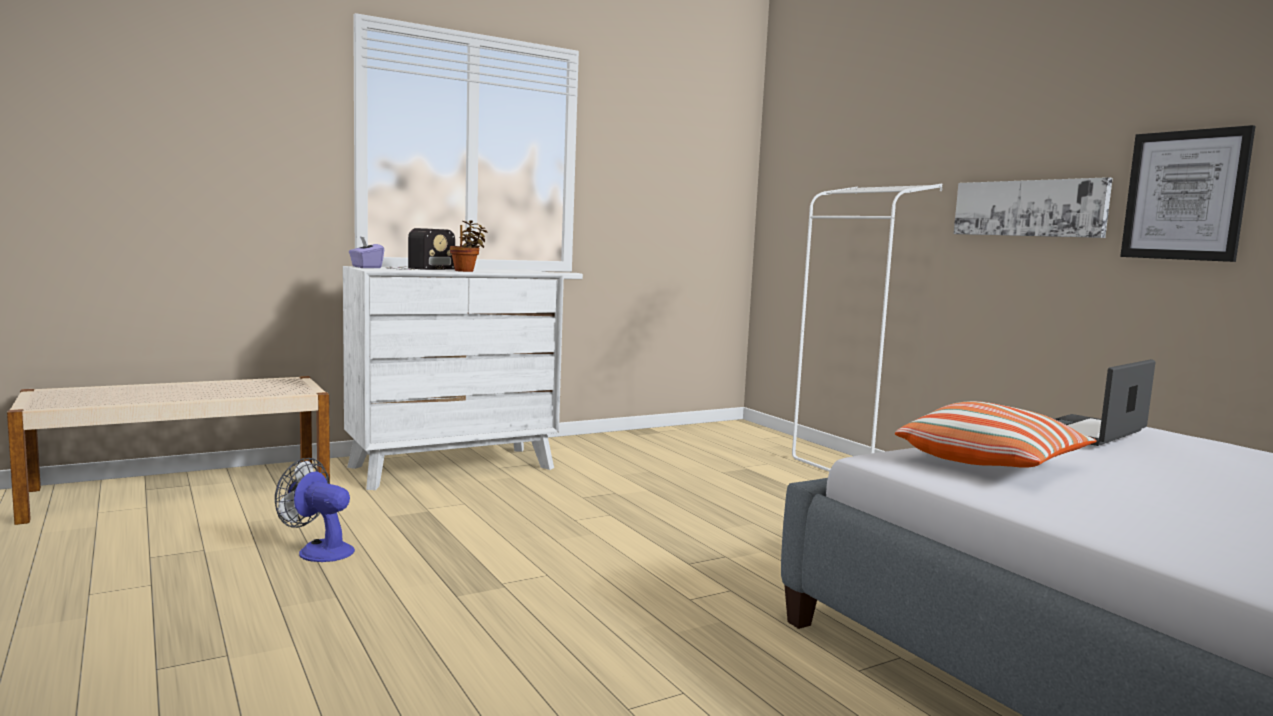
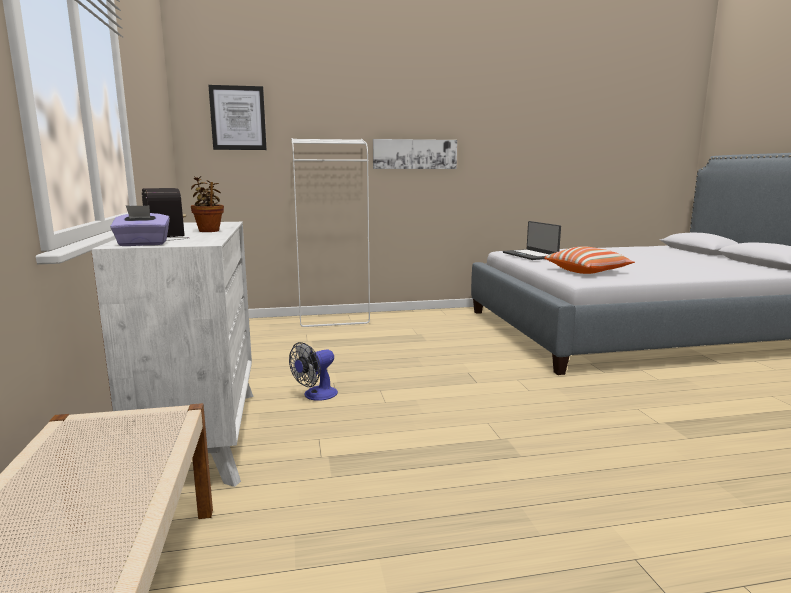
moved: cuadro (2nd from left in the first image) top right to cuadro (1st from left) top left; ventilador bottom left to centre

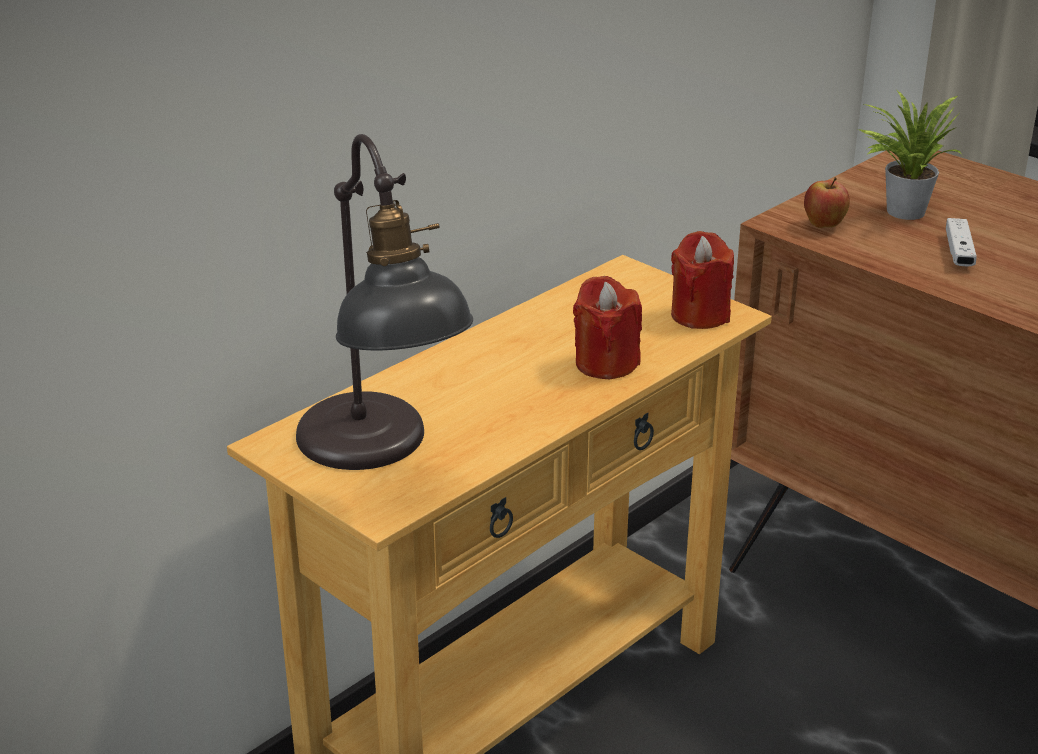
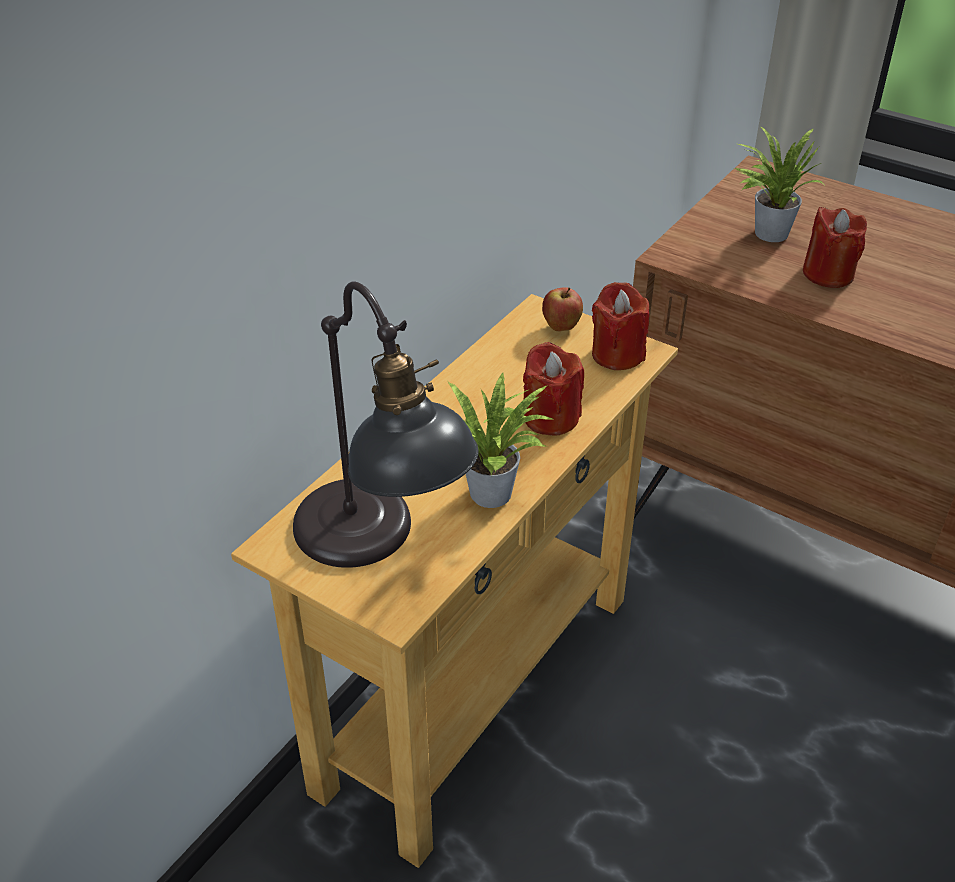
added: planta en maceta (1st from left) centre
moved: manzana top right to centre
replaced: mando de consola/blanco top right to vela/rojo (3rd from left) top right

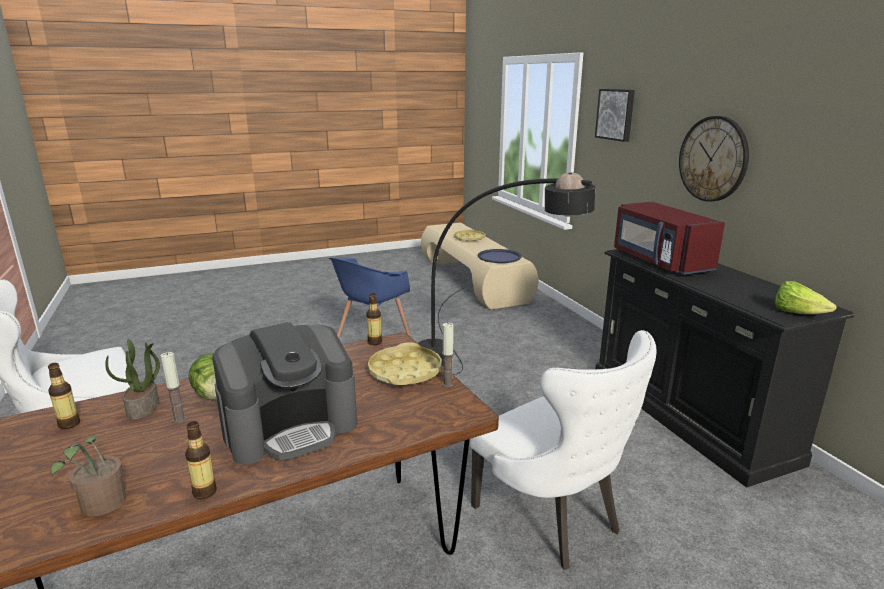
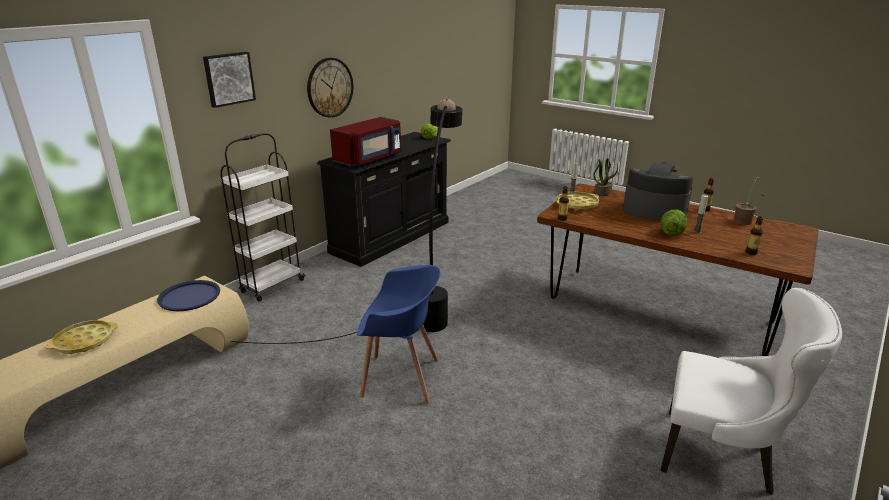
removed: silla/blanco (2nd from left) bottom centre
added: carrito/blanco middle left
moved: planta en maceta (2nd from left in the first image) middle left to planta en maceta (1st from left) middle right

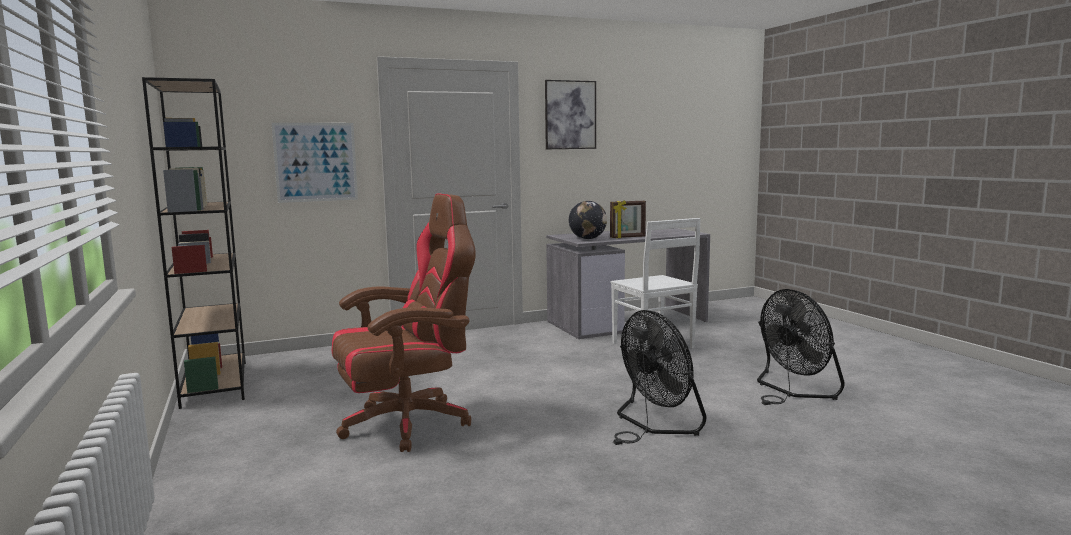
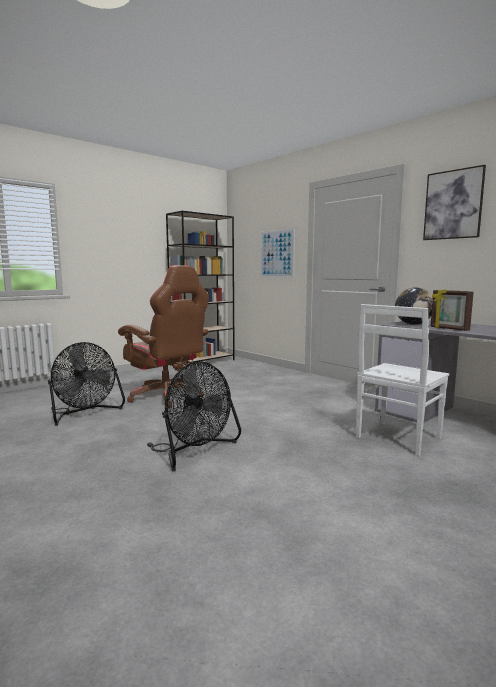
moved: ventilador/negro (2nd from left in the first image) middle right to ventilador/negro (1st from left) middle left

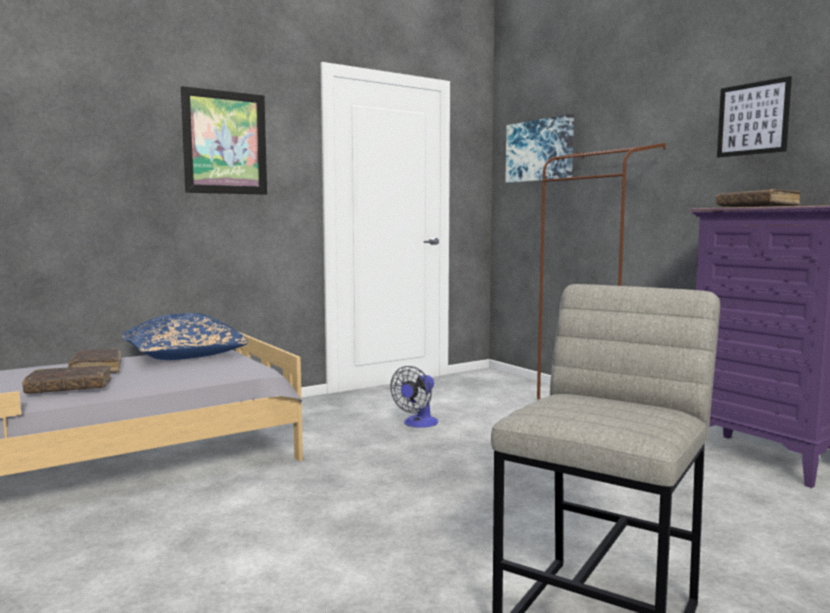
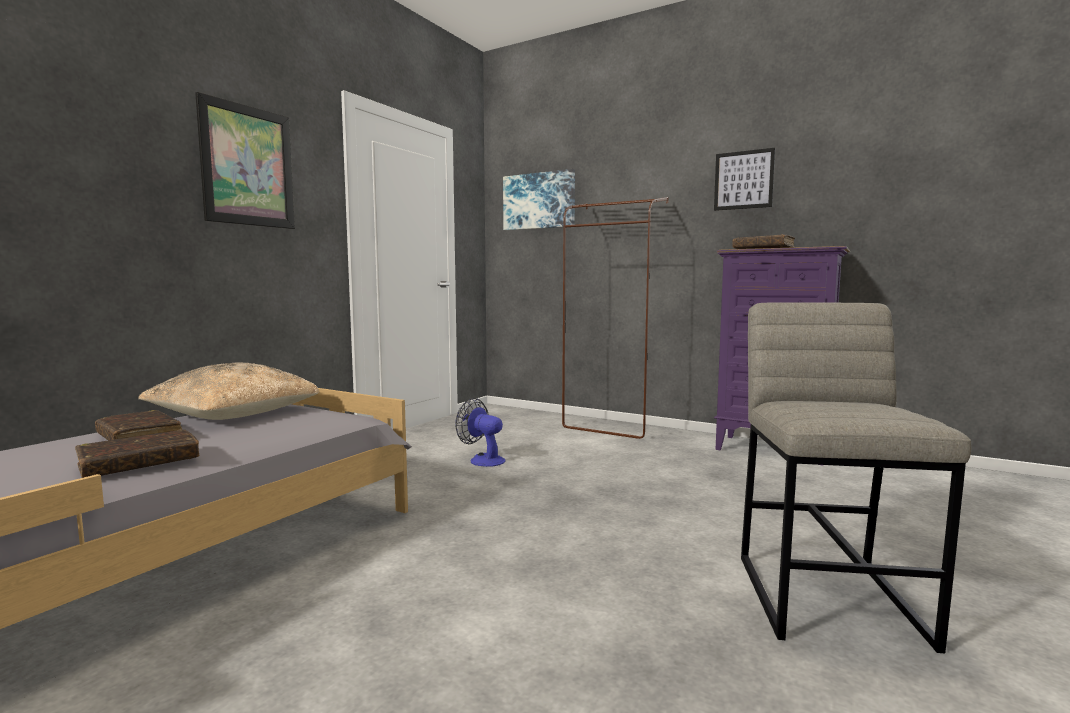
recoloured: cojín/azul middle left to cojín/beis middle left
turned: ventilador centre = centre 120 degrees clockwise

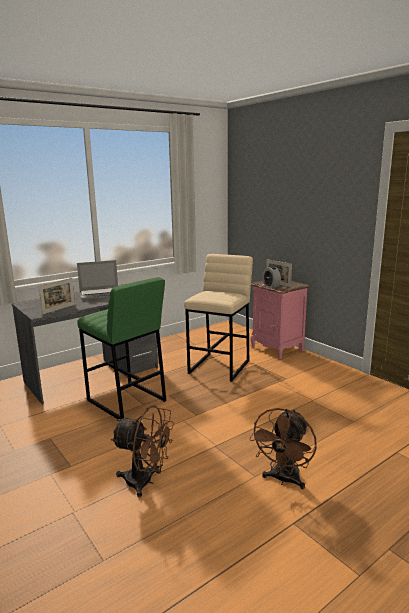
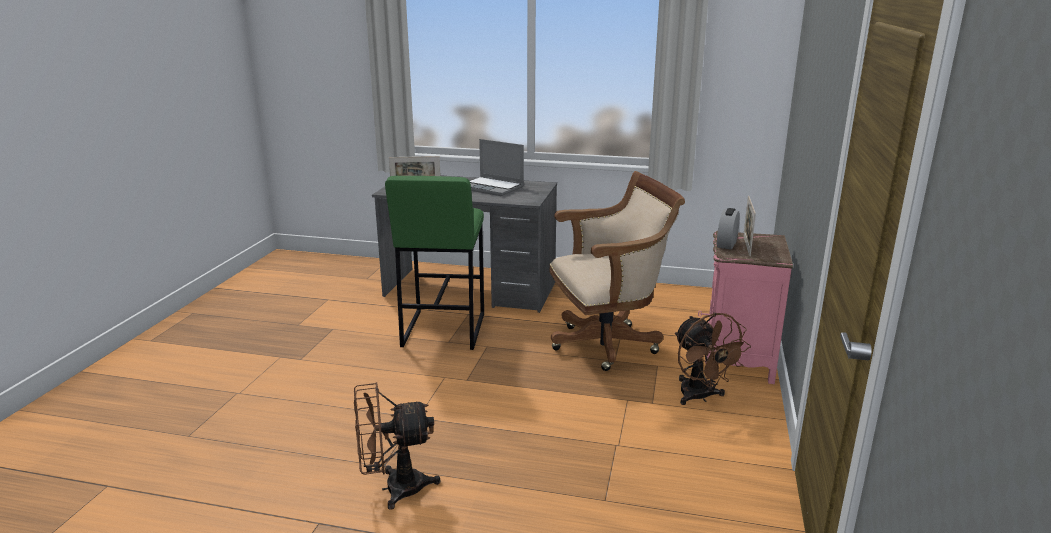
moved: ventilador/marrón (1st from left in the first image) bottom centre to ventilador/marrón (2nd from left) bottom right
replaced: taburete/beis centre to silla de oficina centre

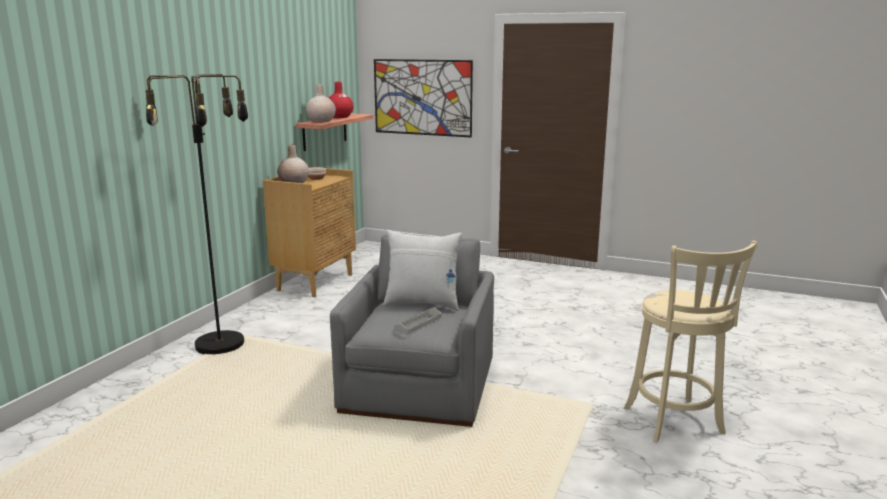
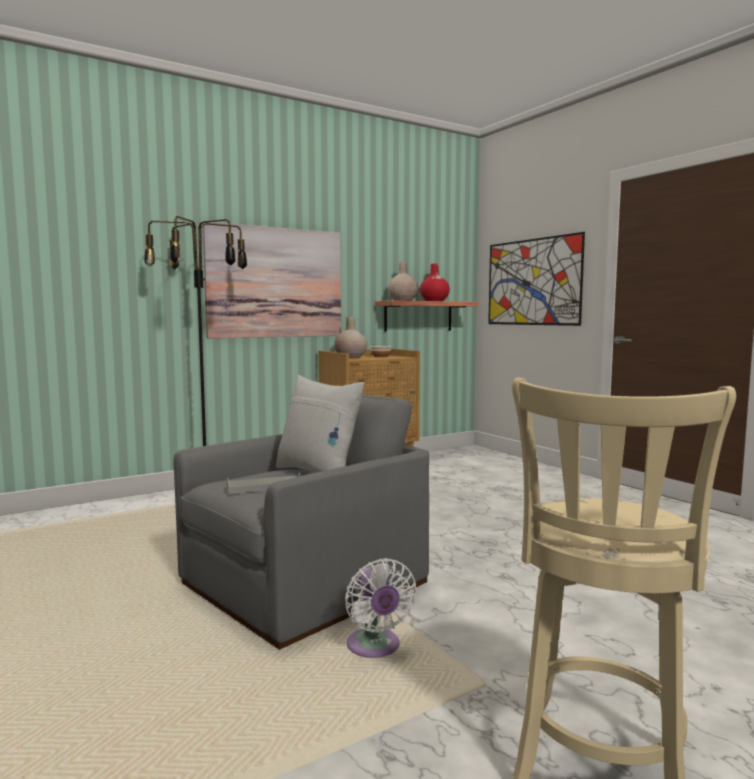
added: cuadro (1st from left) centre; ventilador/blanco bottom centre

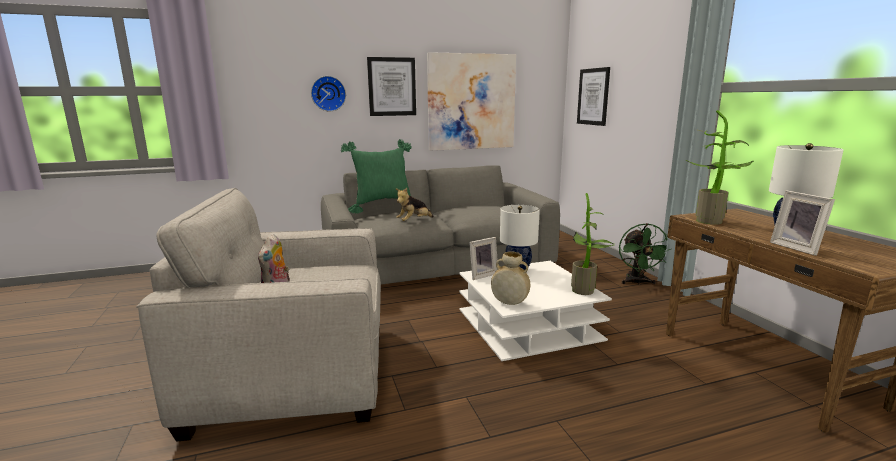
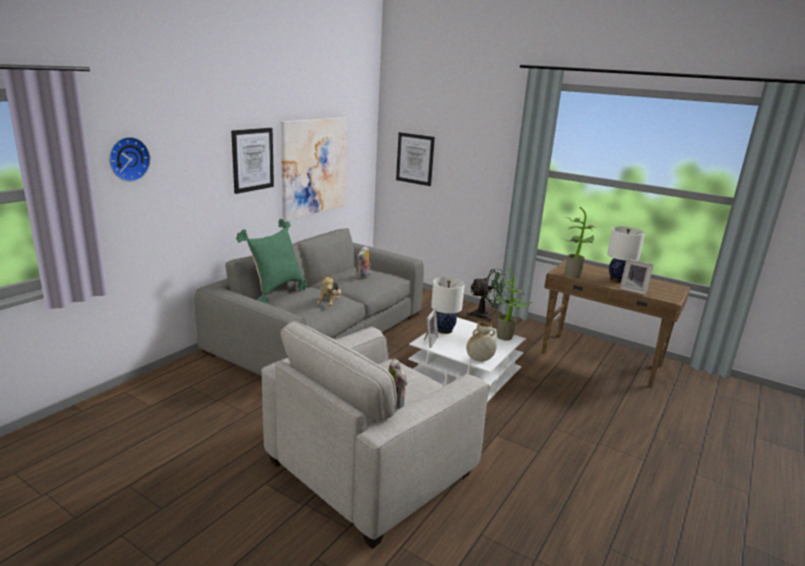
added: peluche (2nd from left) centre
moved: reloj de pared top centre to top left
turned: ventilador/verde middle right = centre 60 degrees counterclockwise

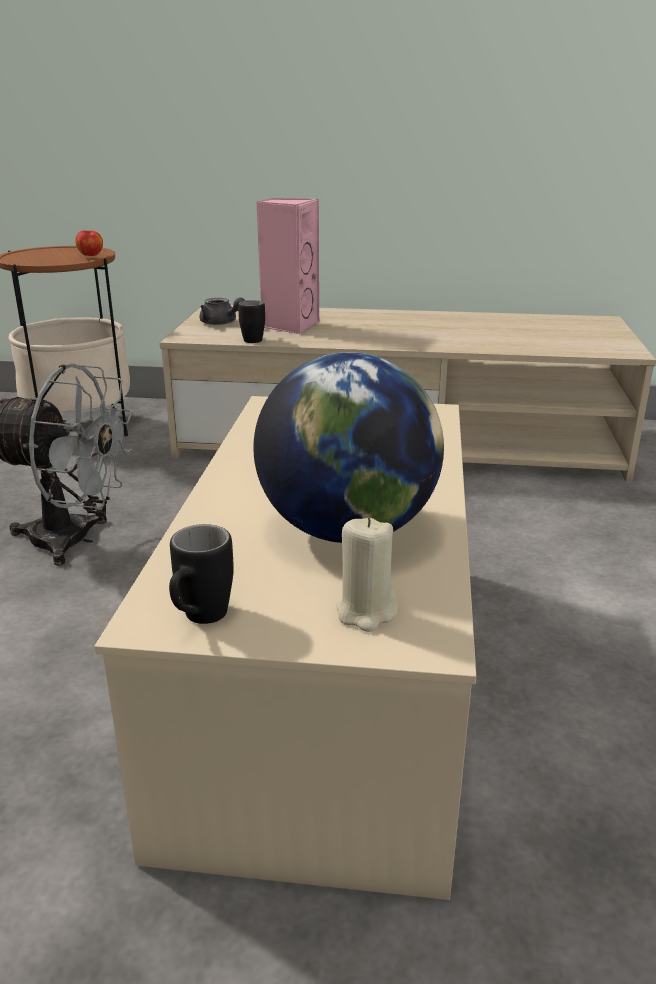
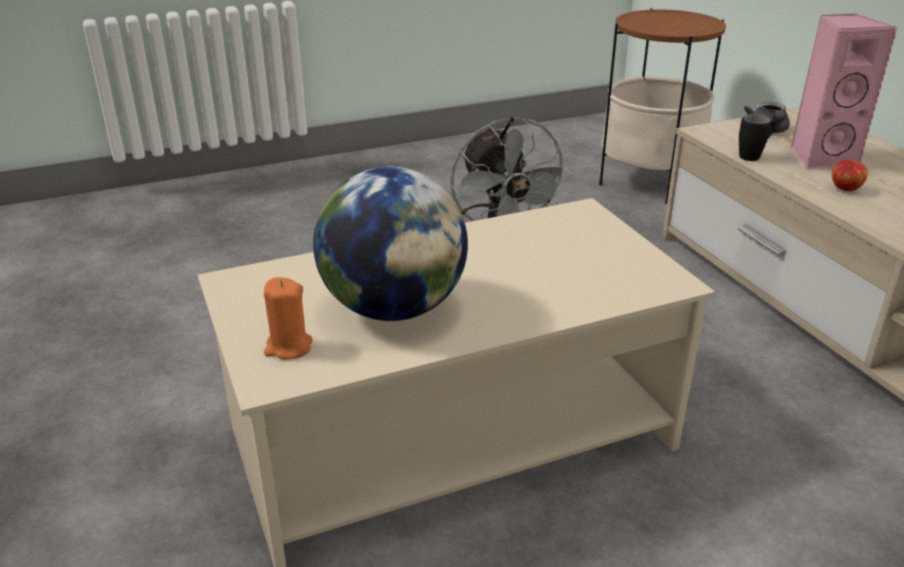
removed: taza grande/negro (1st from left) middle left
moved: manzana top left to top right
recoloured: vela/beis centre to vela/naranja middle left

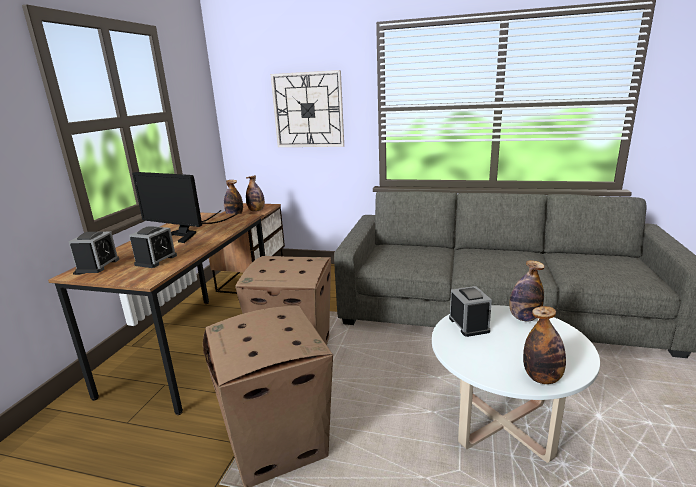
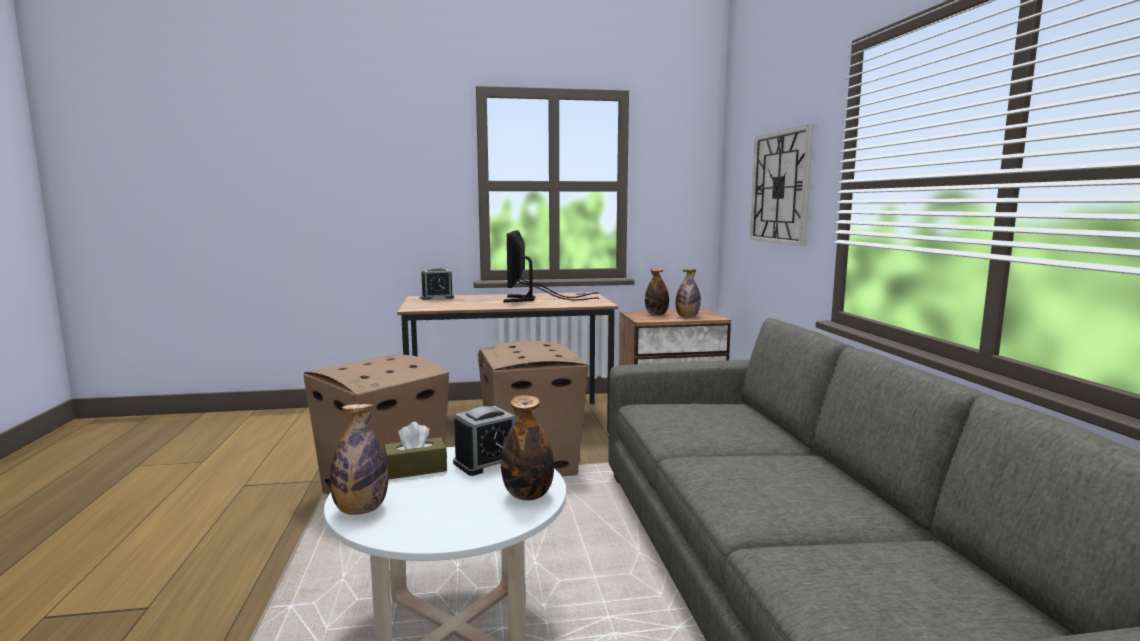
removed: despertador (2nd from left) middle left
added: caja de pañuelos/marrón bottom centre

